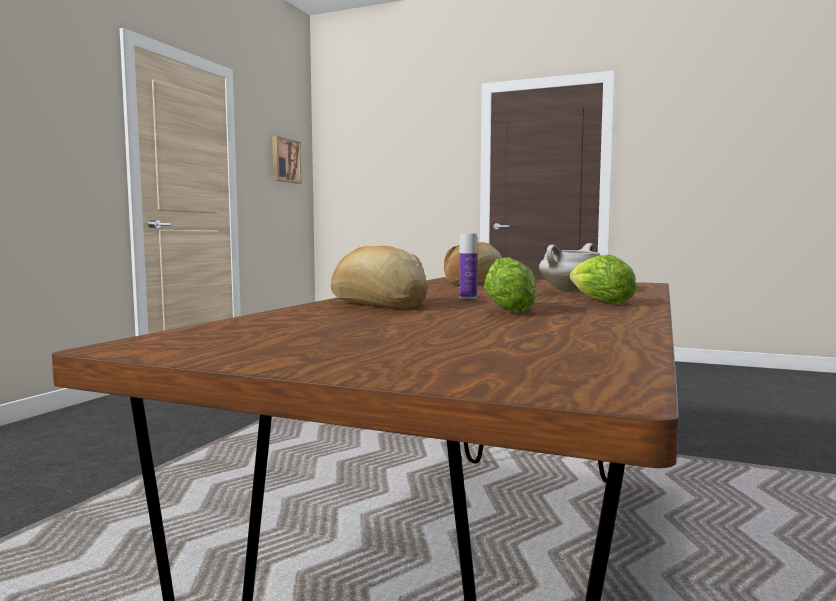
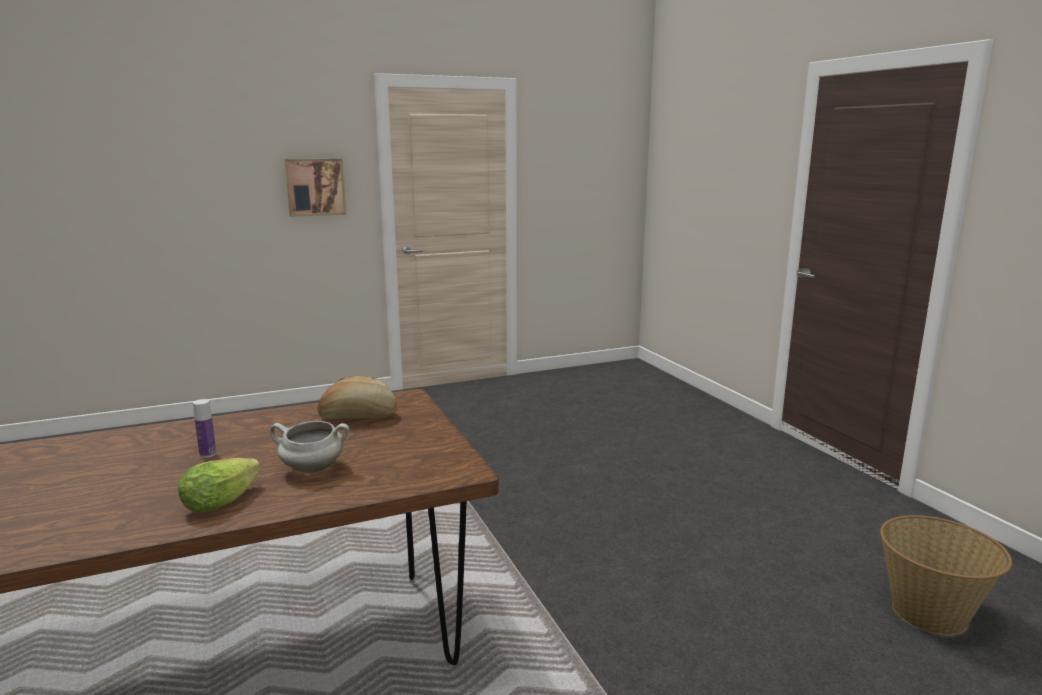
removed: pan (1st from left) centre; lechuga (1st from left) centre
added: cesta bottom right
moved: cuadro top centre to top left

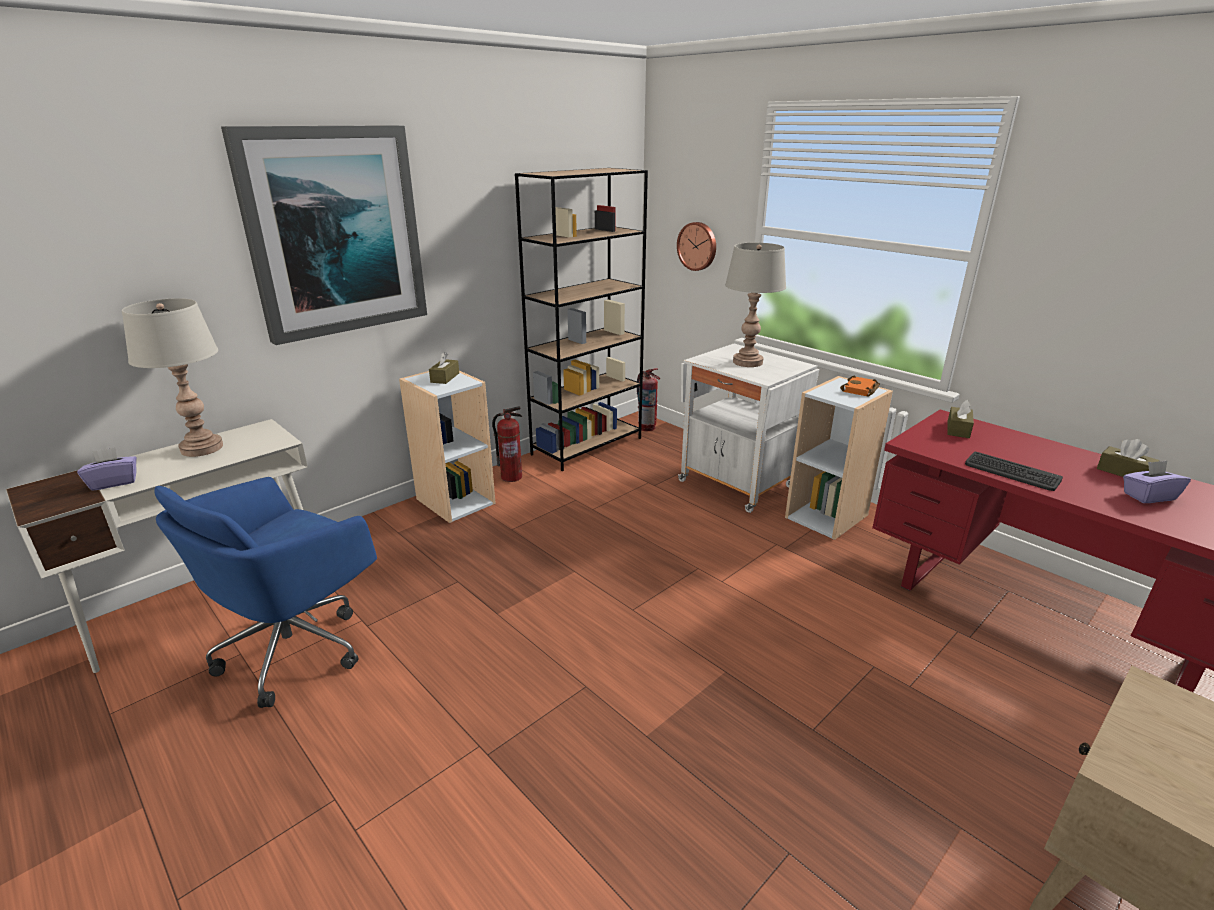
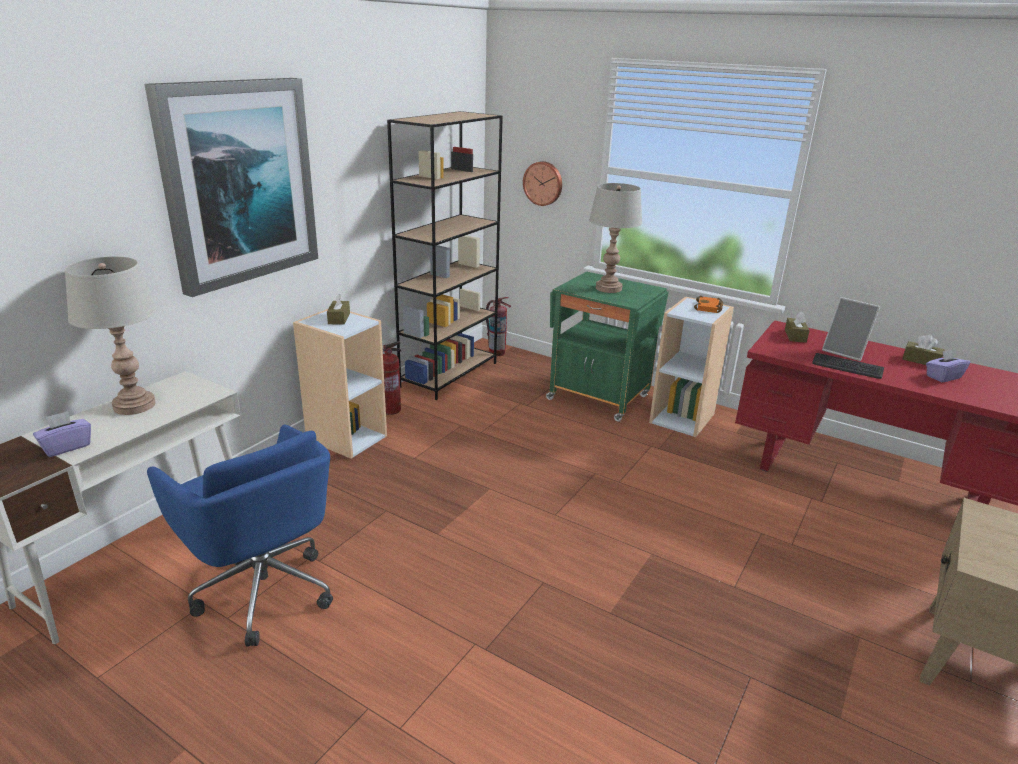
added: portarretratos middle right
recoloured: carrito/blanco centre to carrito/verde centre
turned: silla de oficina/azul middle left = bottom left 60 degrees counterclockwise

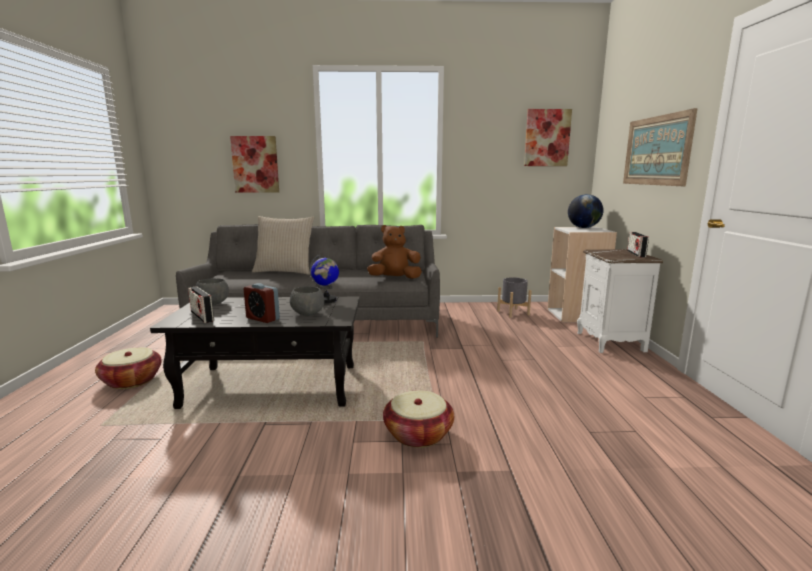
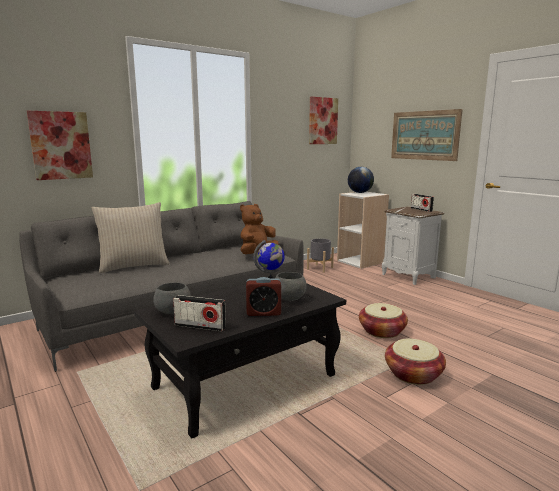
moved: cesta (1st from left) middle left to middle right

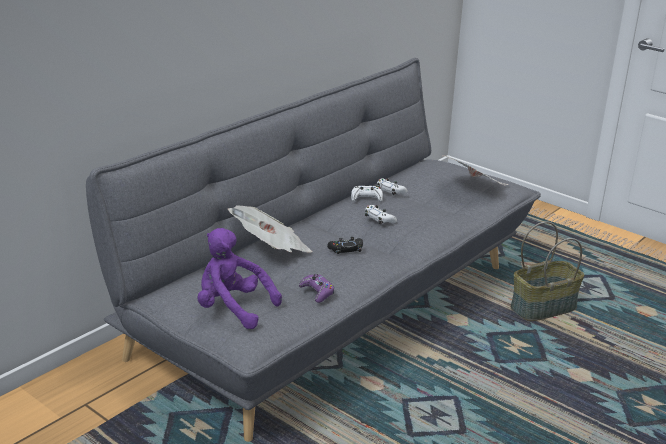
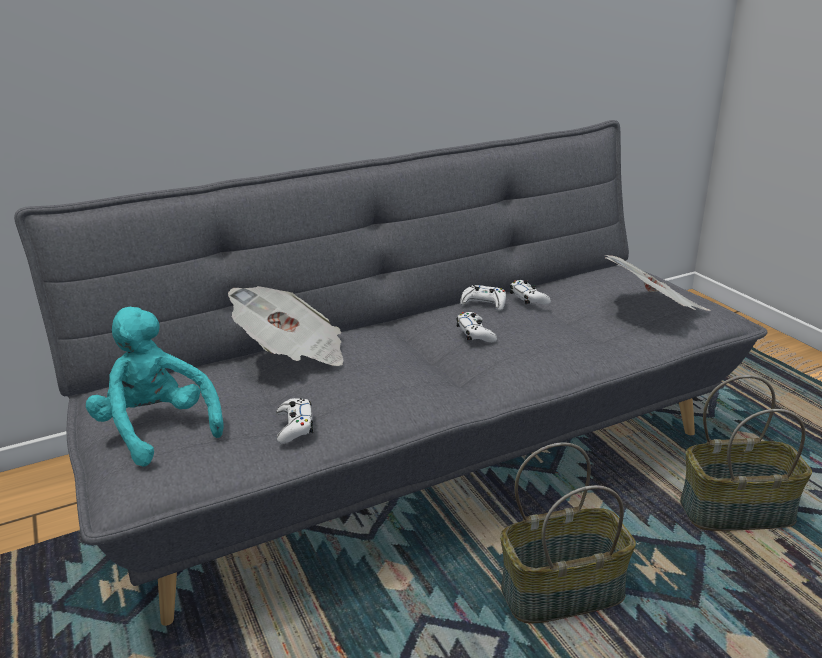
removed: mando de consola/negro centre
added: cesta (1st from left) bottom right
recoloured: peluche/morado centre to peluche/turquesa middle left; mando de consola/morado centre to mando de consola/blanco (1st from left) centre

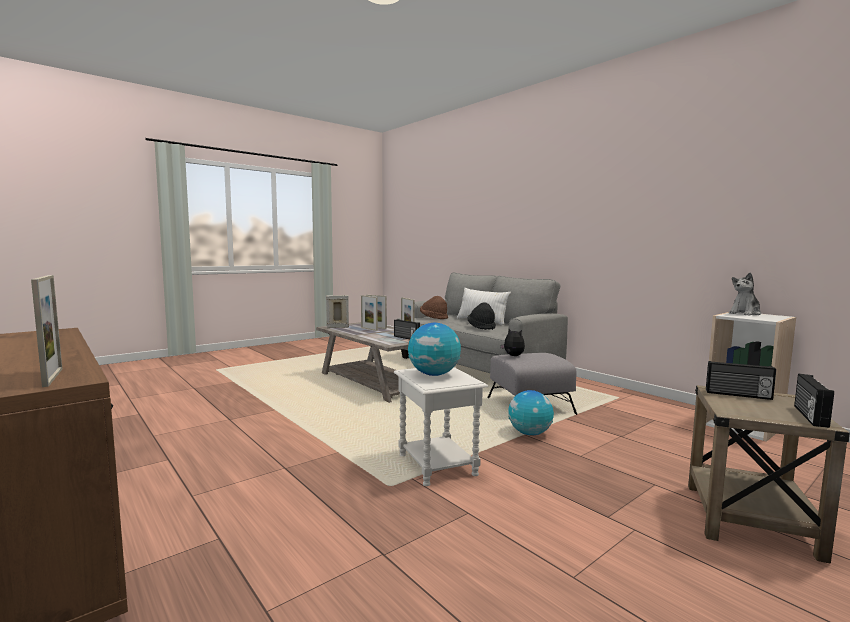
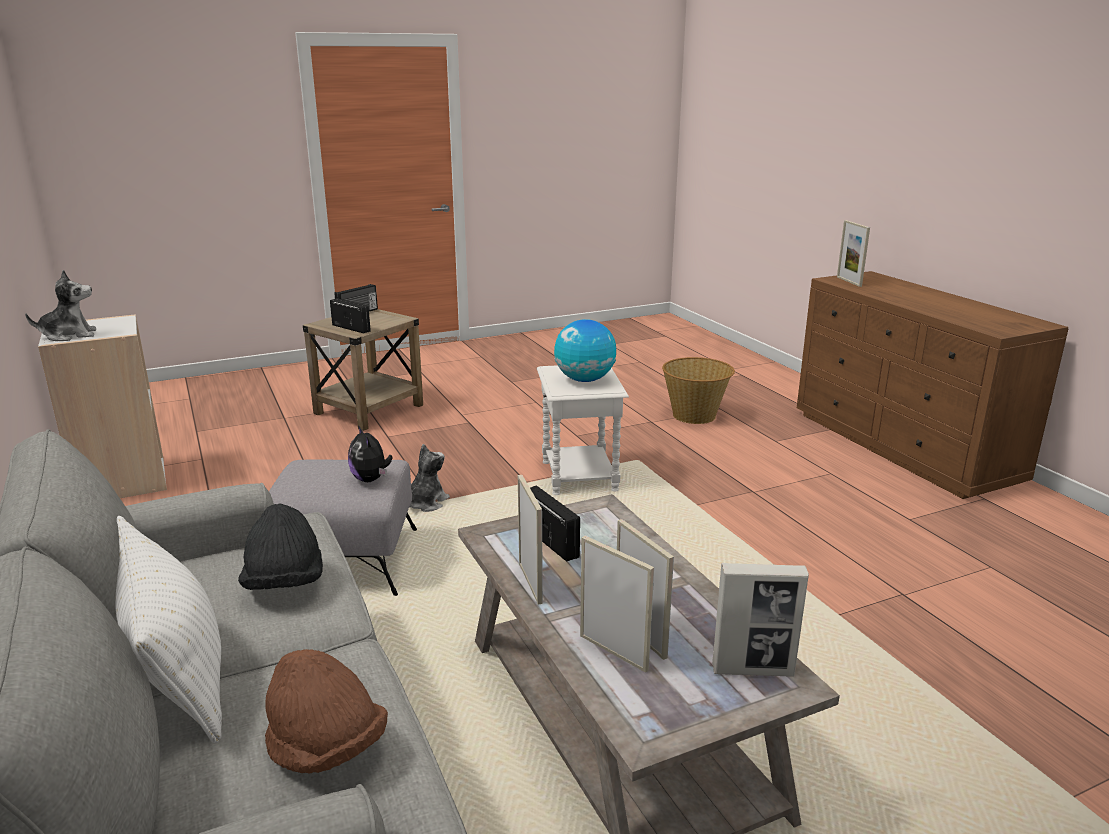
added: cesta centre
replaced: globo terráqueo (2nd from left) centre to peluche (3rd from left) centre

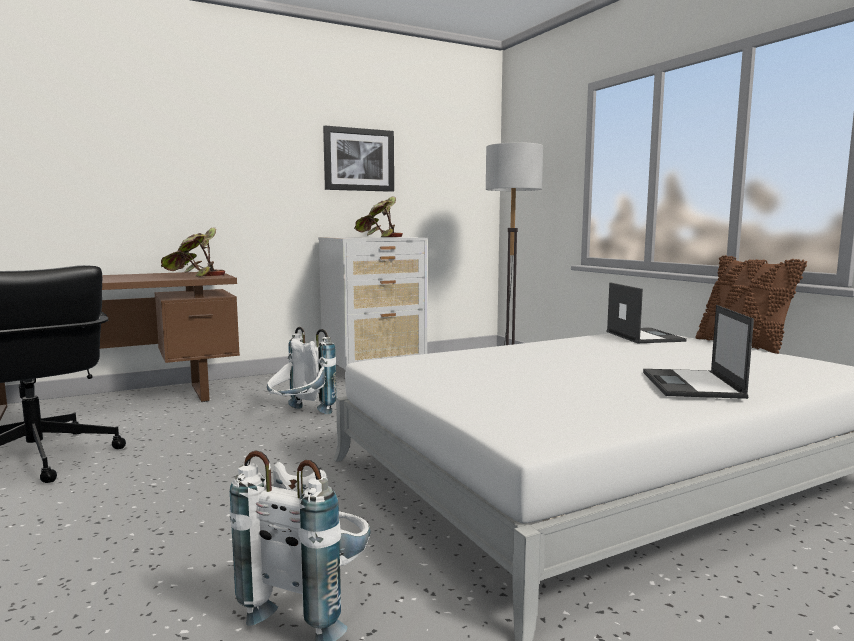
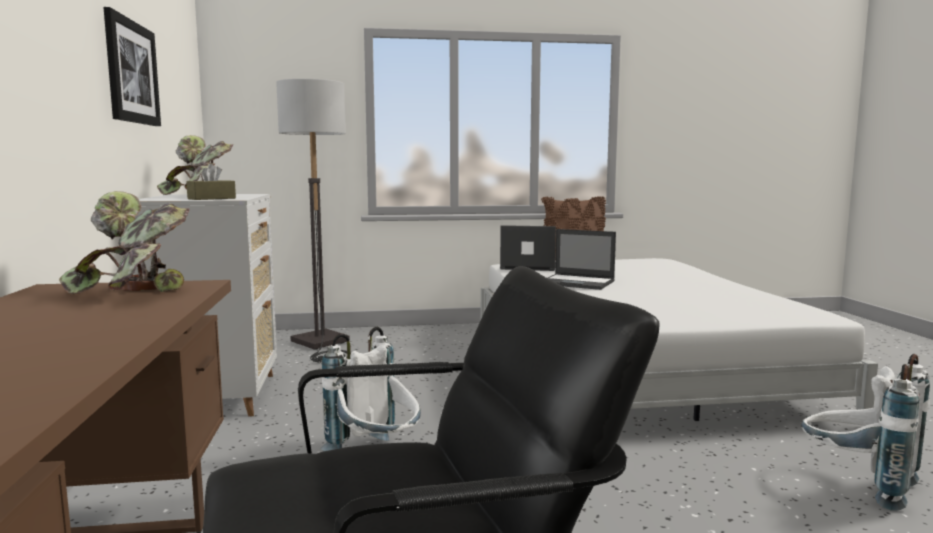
added: caja de pañuelos/marrón middle left
moved: portátil (2nd from left) middle right to centre

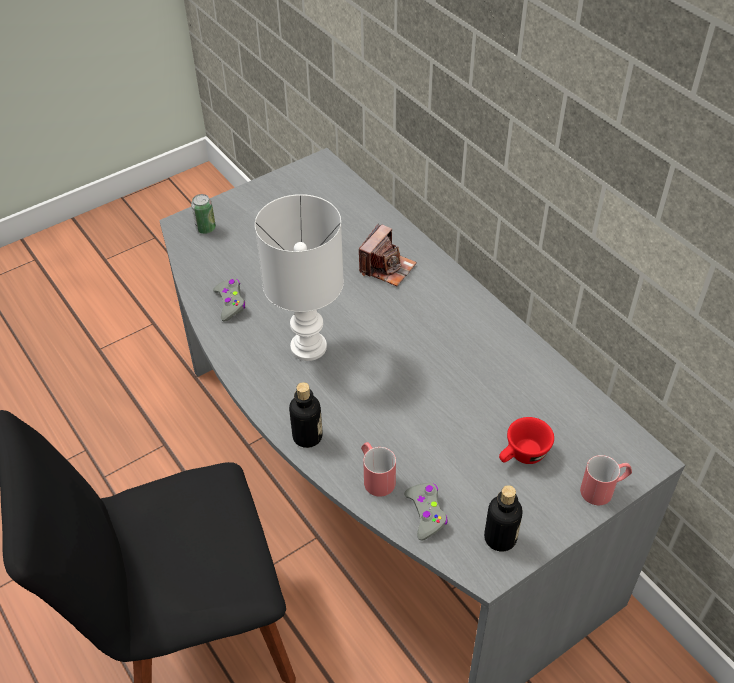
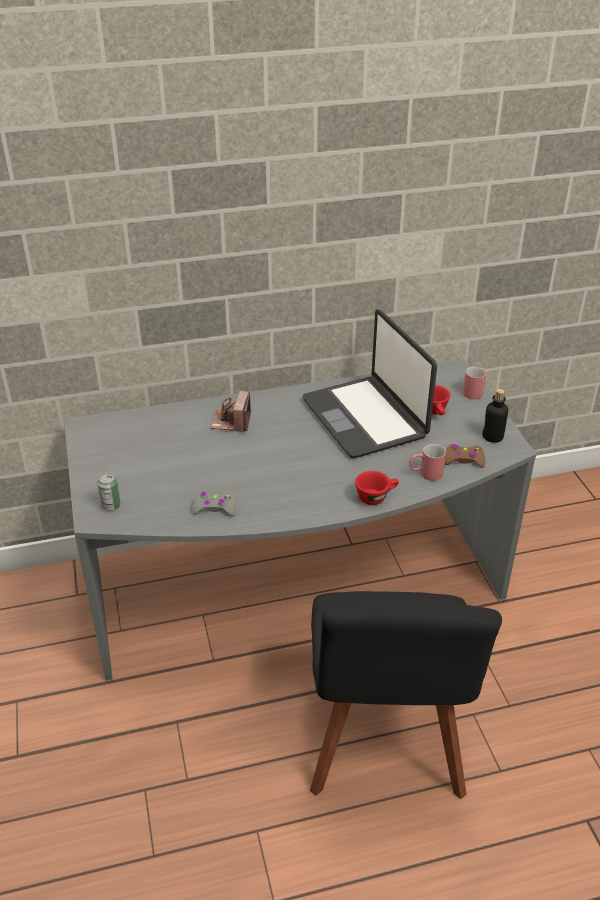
removed: lámpara de mesa/blanco centre
added: portátil centre
replaced: botella (1st from left) centre to taza/rojo (1st from left) centre
recoloured: mando de consola/gris (2nd from left) bottom centre to mando de consola/marrón middle right
turned: cámara centre = centre 135 degrees counterclockwise

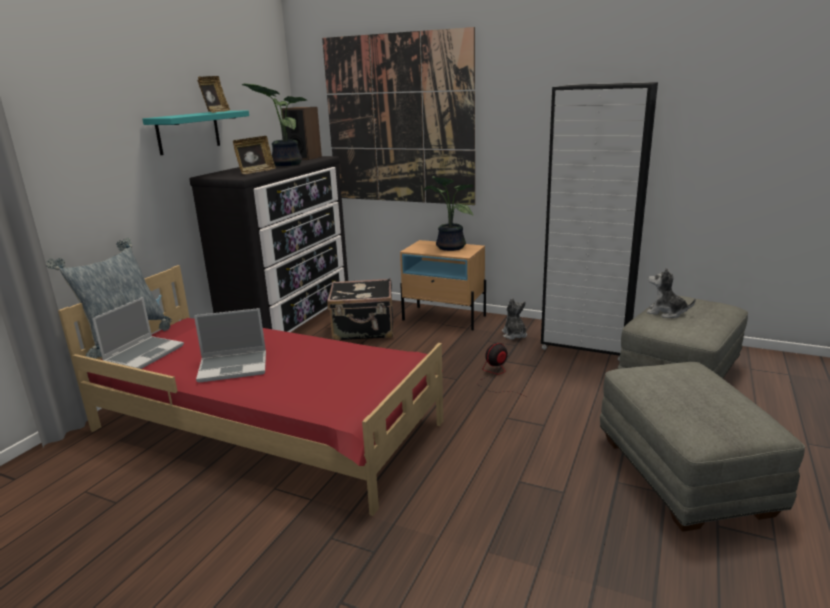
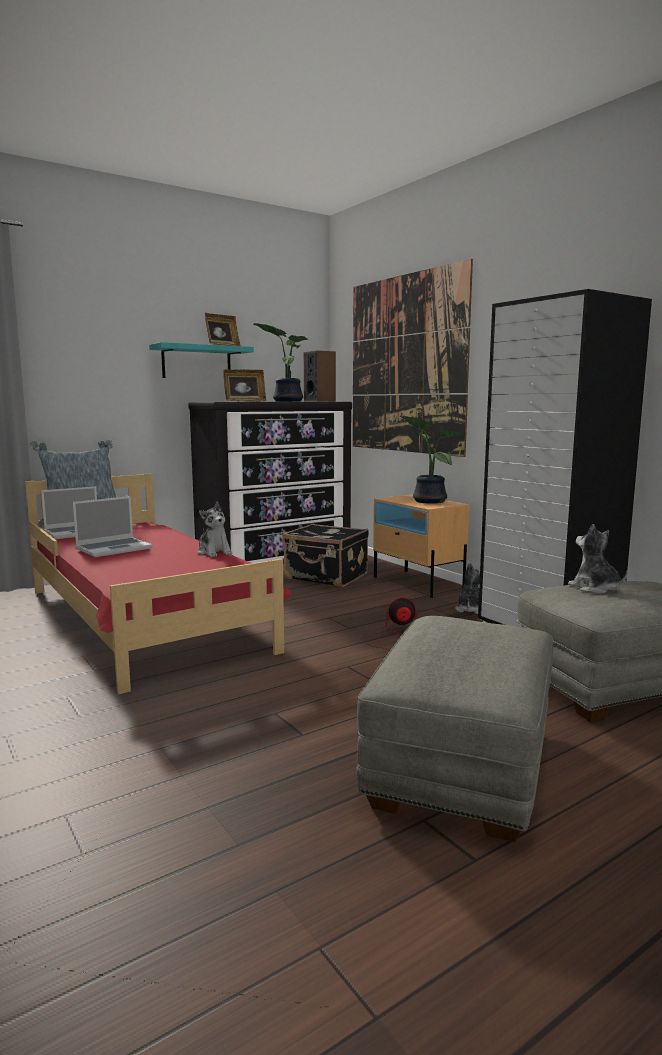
added: peluche (1st from left) middle left
turned: portátil (2nd from left) middle left = middle left 60 degrees counterclockwise

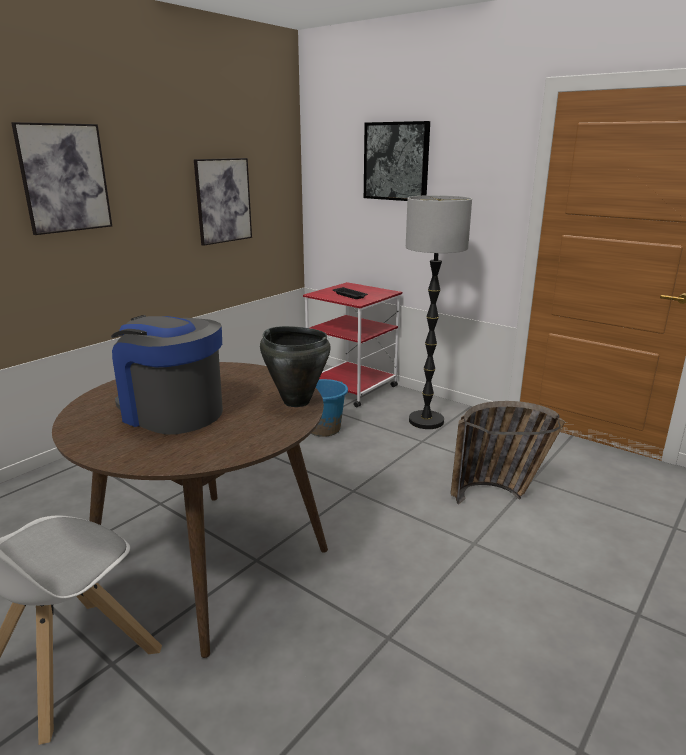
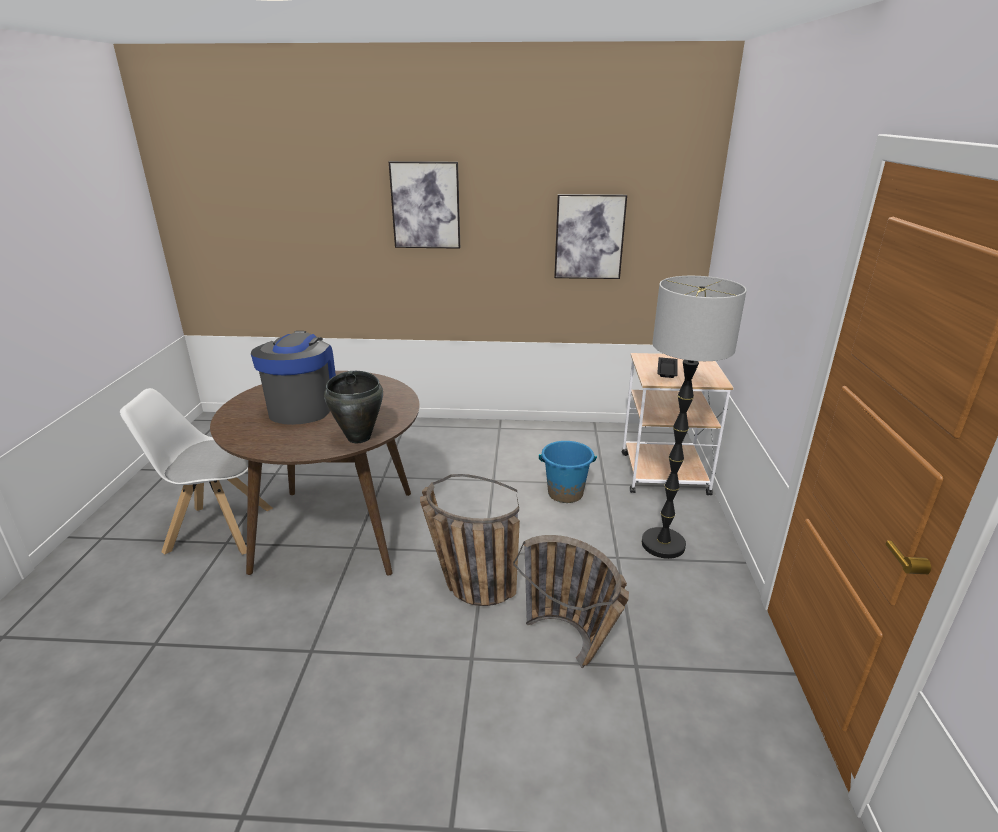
removed: cuadro (3rd from left) top centre
added: cesta (1st from left) centre
recoloured: carrito/rojo centre to carrito/beis middle right

